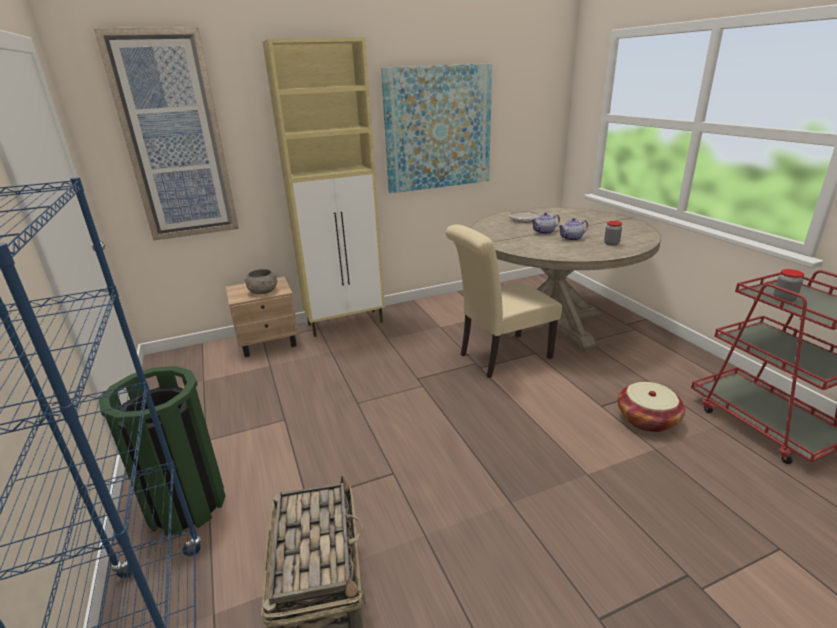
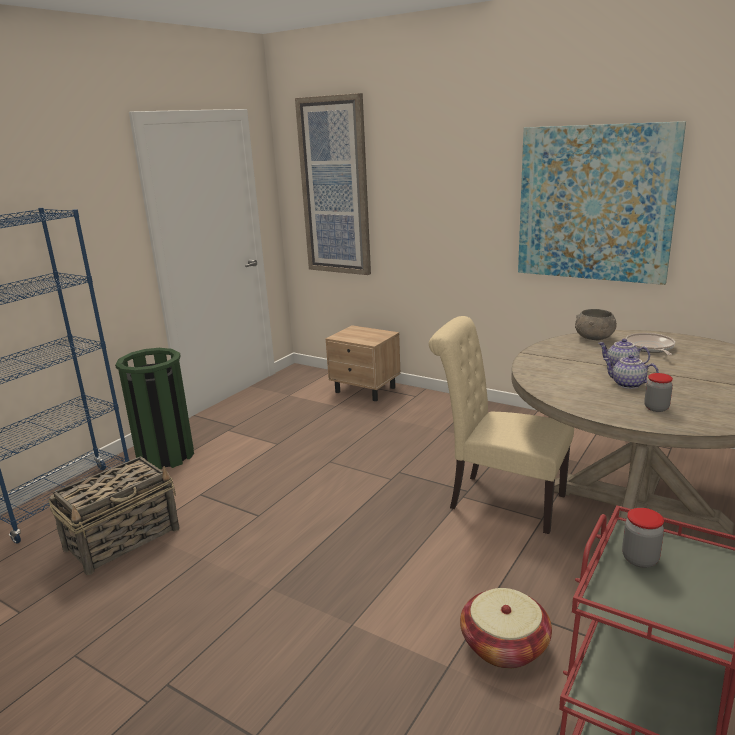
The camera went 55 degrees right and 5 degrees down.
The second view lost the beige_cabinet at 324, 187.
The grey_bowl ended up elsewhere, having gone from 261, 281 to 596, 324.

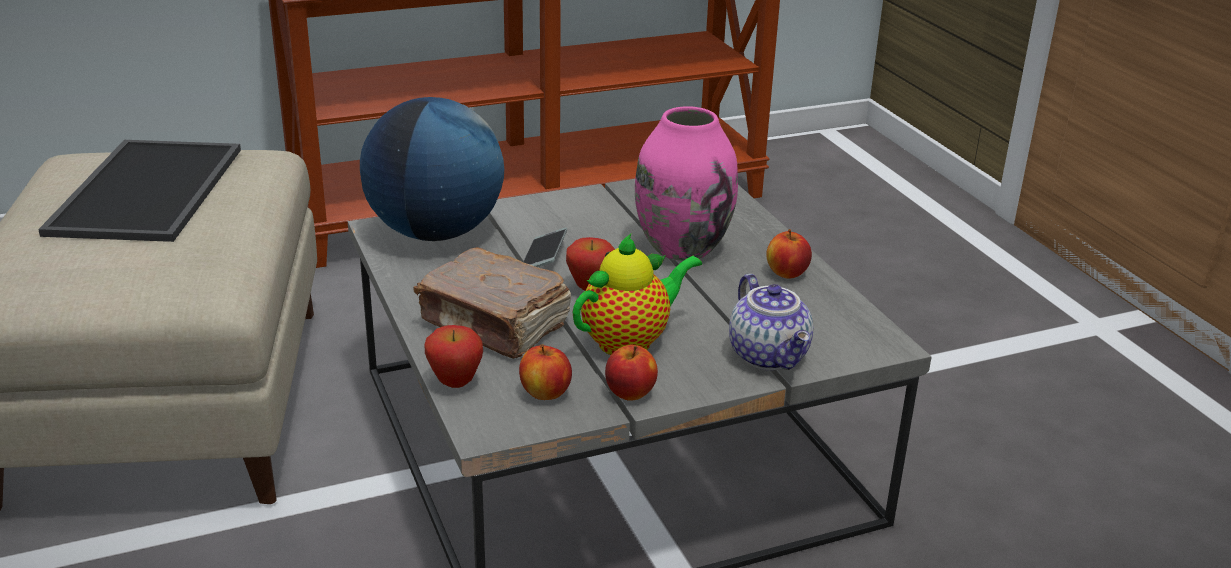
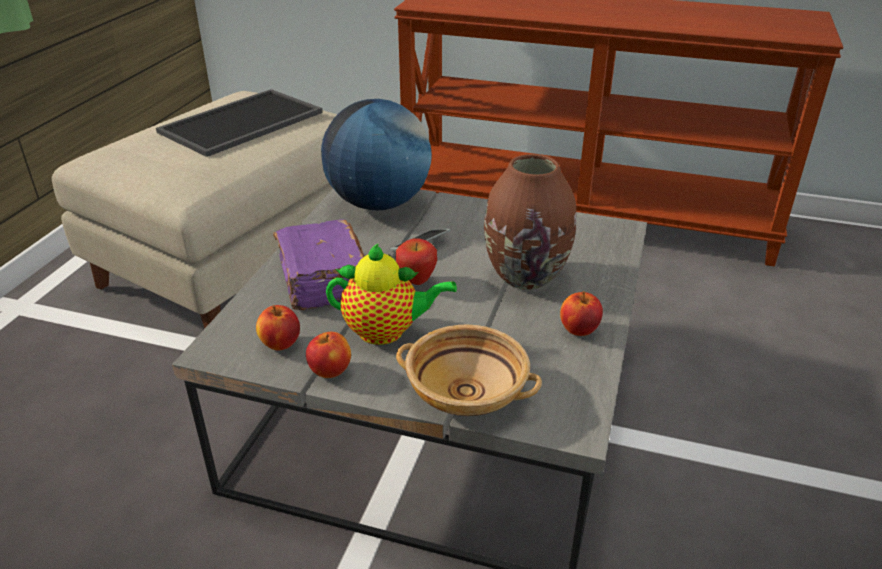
The camera went 40 degrees right and 5 degrees up.
What was the pink_vase at 686, 183 turned into the brown_vase at 530, 222.
What was the brown_book at 492, 303 turned into the purple_book at 319, 264.
Where the teapot stood at 771, 322, the beige_bowl came to stand at 469, 370.
The second view lost the apple at 454, 356.

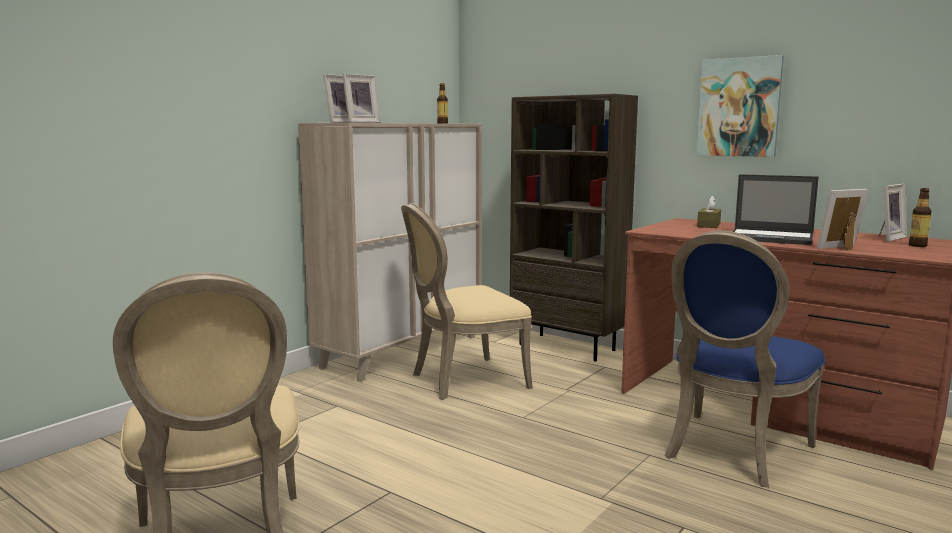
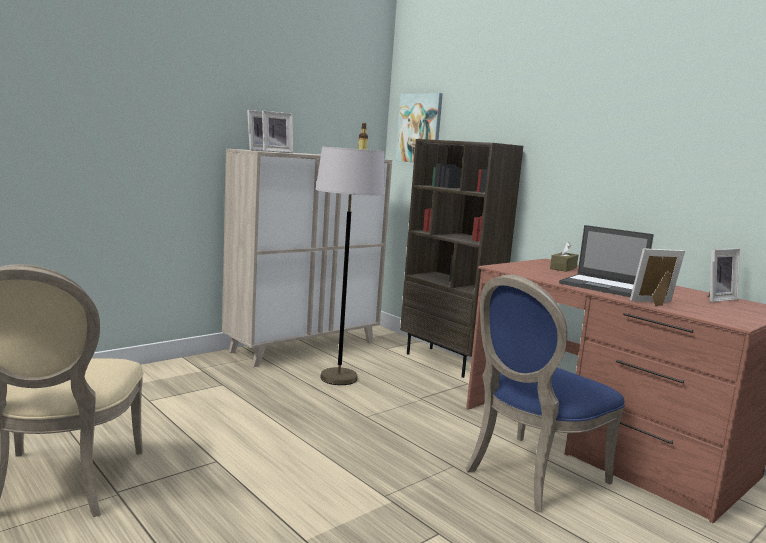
The camera went 10 degrees right and 0 degrees up.
The picture ended up elsewhere, having gone from 740, 106 to 419, 127.
The second view lost the bottle at 920, 217.
Where the beige_chair stood at 467, 301, the grey_floor_lamp came to stand at 350, 266.

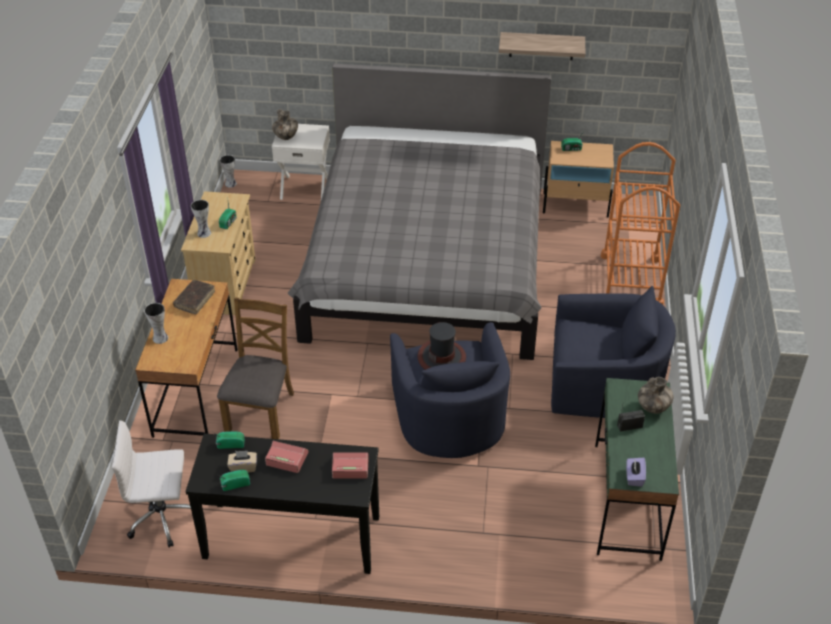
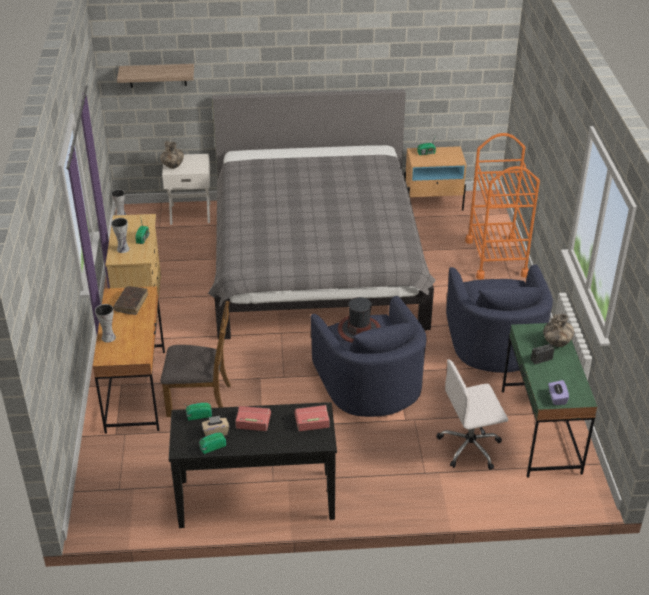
The camera went 10 degrees left and 5 degrees down.
The shelf ended up elsewhere, having gone from 542, 46 to 155, 76.
The blue_armchair at 613, 352 ended up facing another way, 90 degrees clockwise from before.
The brown_chair at 255, 368 ended up facing another way, 90 degrees clockwise from before.
The white_office_chair ended up elsewhere, having gone from 151, 484 to 472, 414.

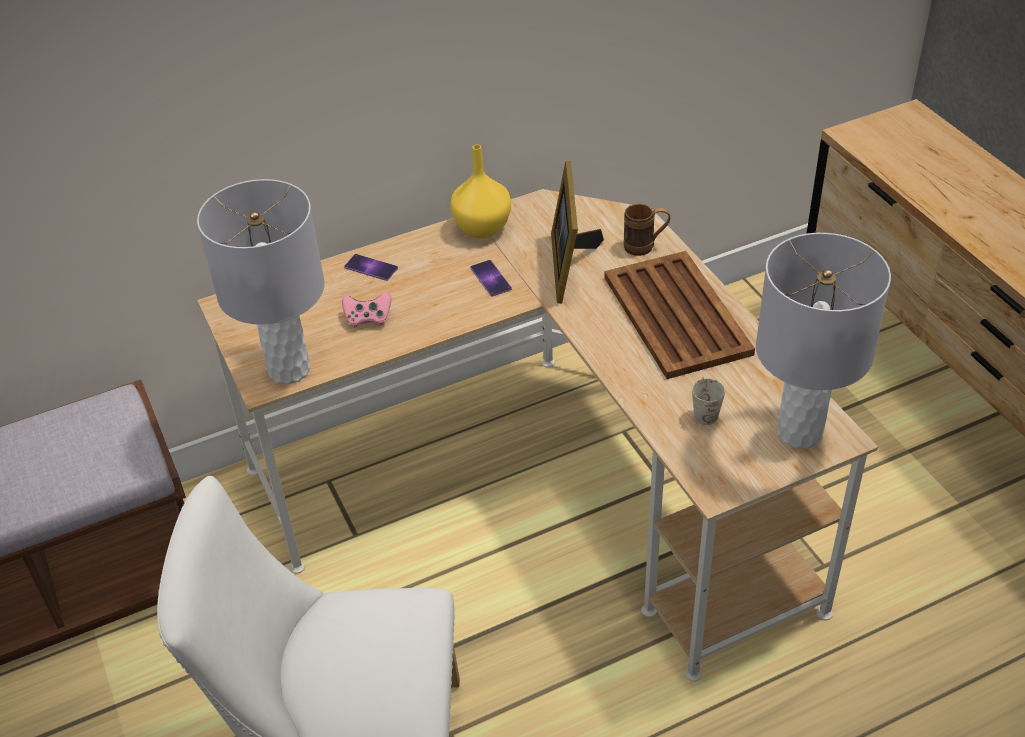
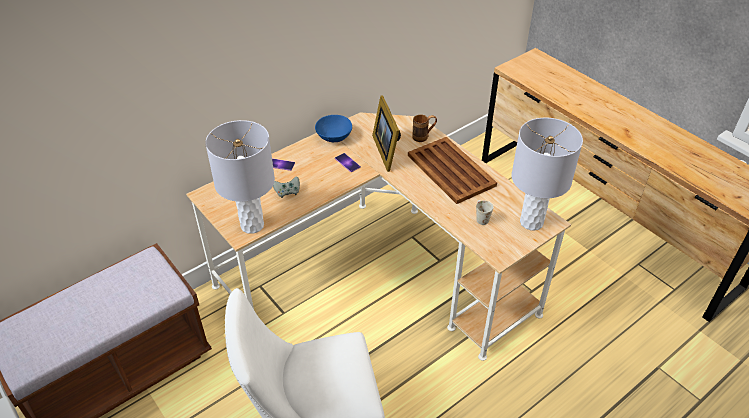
The camera went 15 degrees left and 0 degrees up.
Where the yellow_vase stood at 481, 191, the blue_bowl came to stand at 333, 128.
What was the pink_game_controller at 366, 310 turned into the grey_game_controller at 286, 187.

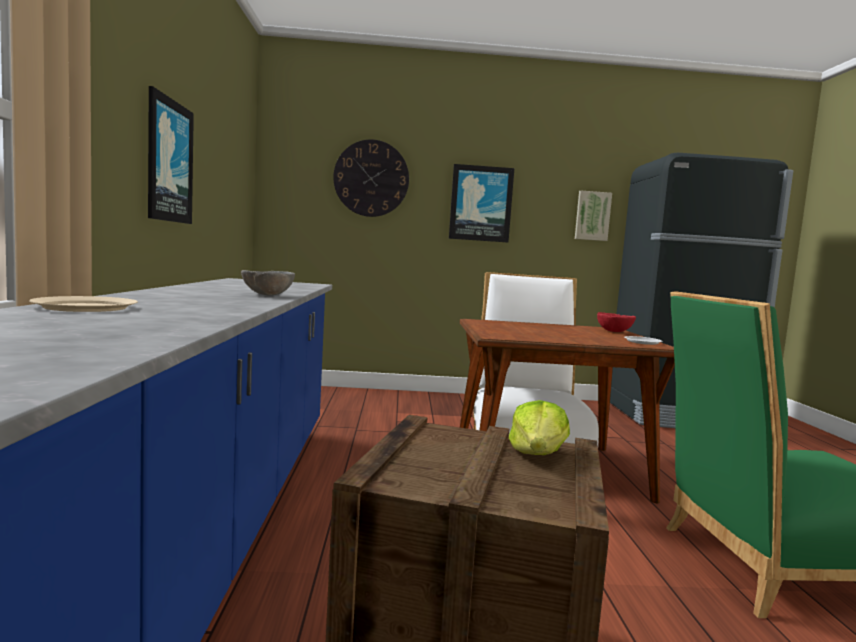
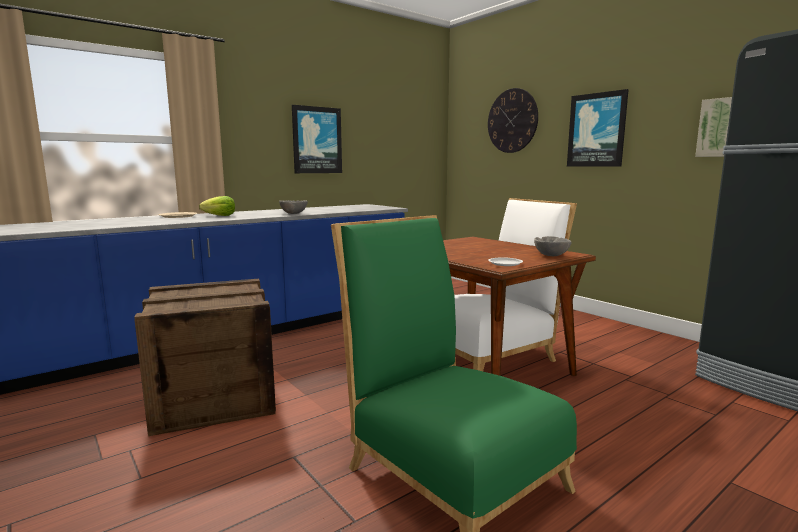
The camera went 55 degrees right and 5 degrees up.
What was the red_bowl at 616, 322 turned into the grey_bowl at 553, 246.
The lettuce ended up elsewhere, having gone from 539, 427 to 217, 206.

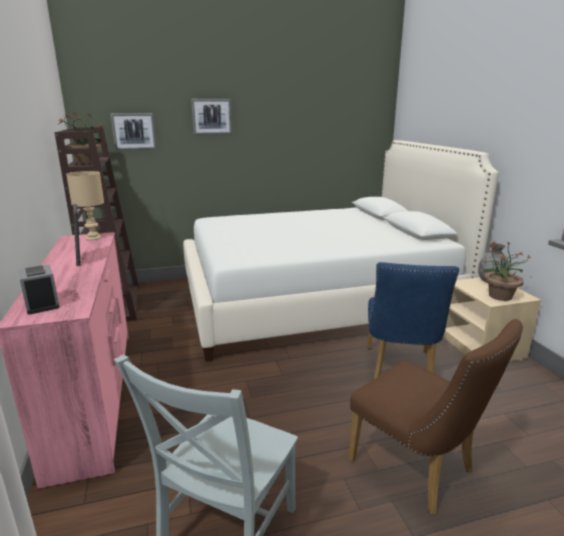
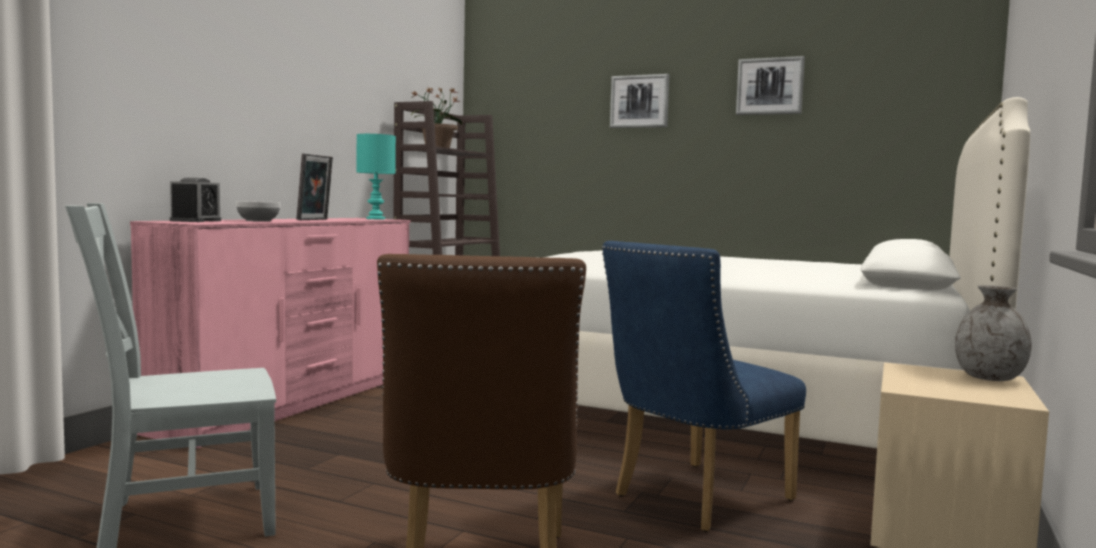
The camera went 40 degrees right and 15 degrees down.
The picture ended up elsewhere, having gone from 133, 131 to 770, 85.
What was the beige_table_lamp at 85, 205 turned into the turquoise_table_lamp at 376, 176.
The second view lost the potted_plant at 505, 271.
The second view gained the bowl at 258, 211.

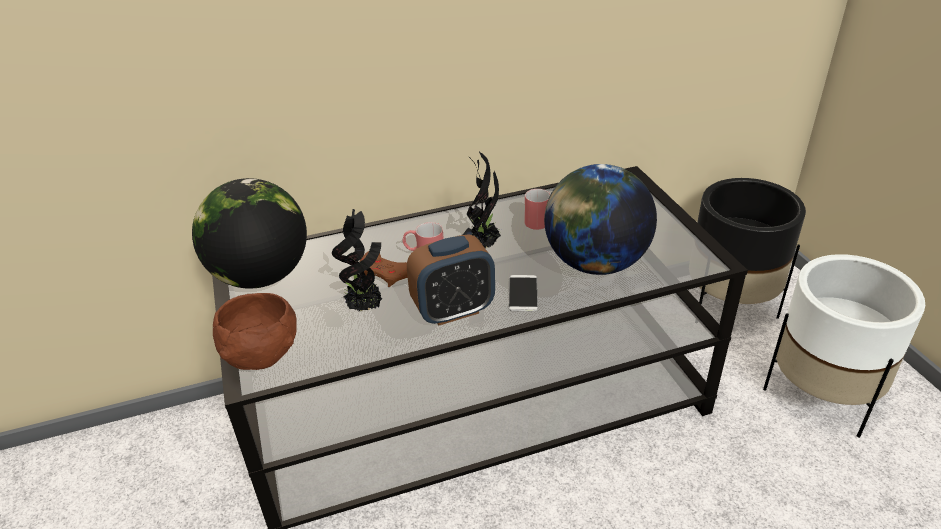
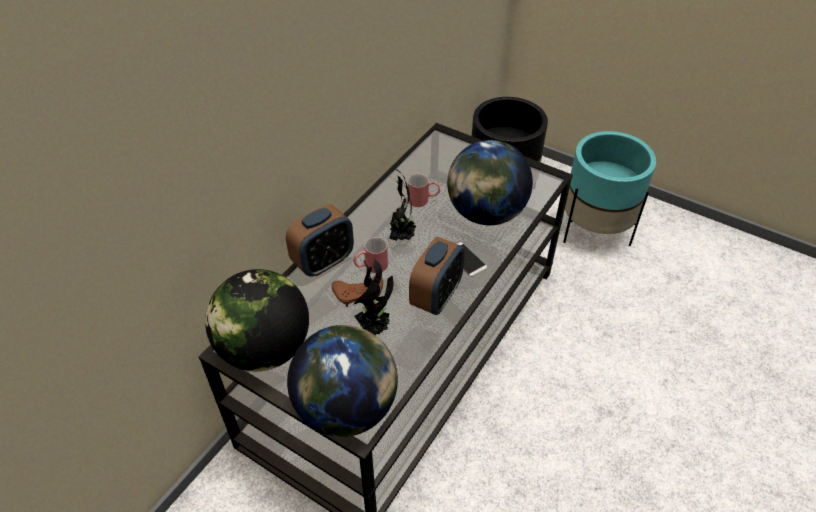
The camera went 40 degrees left and 10 degrees up.
What was the white_planter at 844, 346 turned into the turquoise_planter at 609, 188.
Where the brown_bowl stood at 255, 331, the globe came to stand at 342, 381.
The second view gained the alarm_clock at 320, 240.

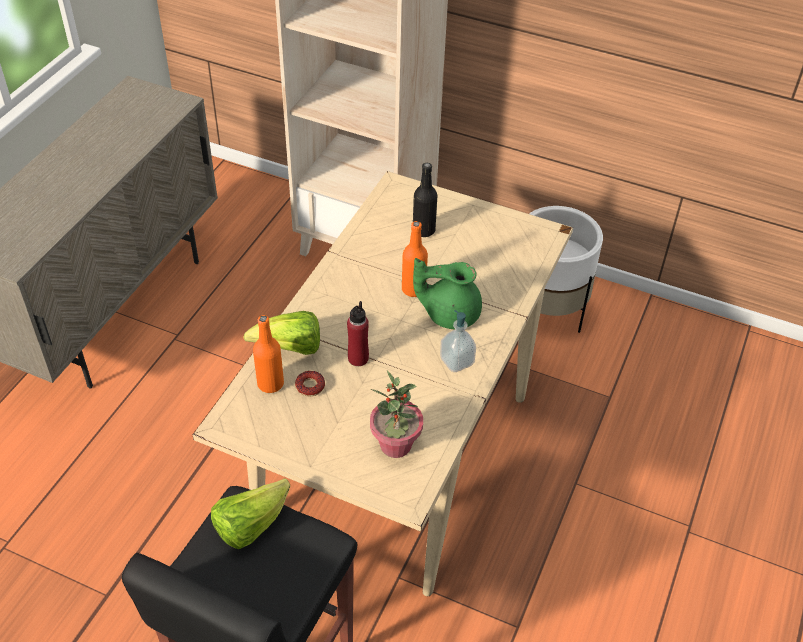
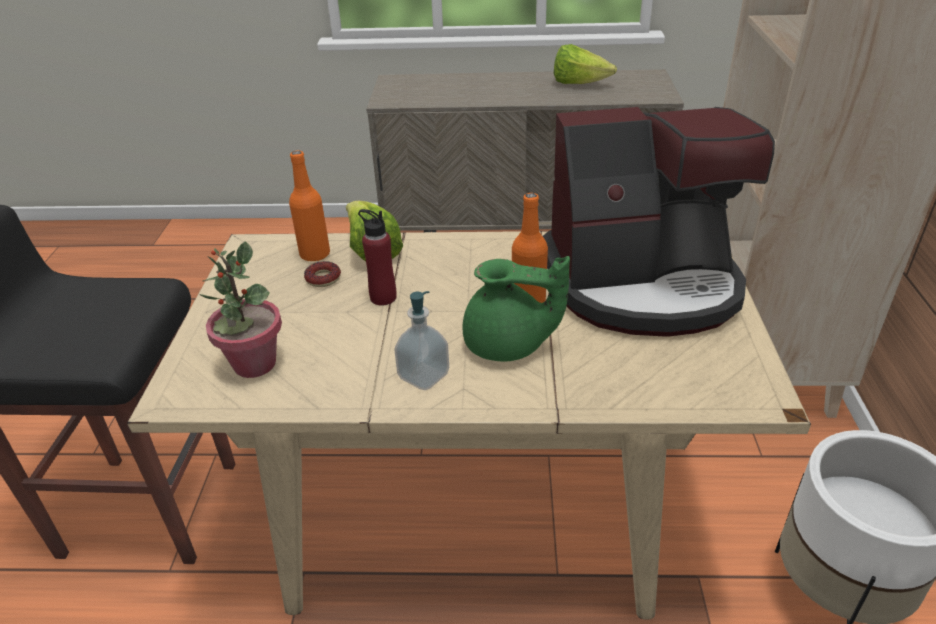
The camera went 70 degrees right and 10 degrees down.
Where the black_bottle stood at 425, 200, the coffee_machine came to stand at 659, 222.
The green_teapot at 447, 294 ended up facing another way, 120 degrees clockwise from before.
The lettuce ended up elsewhere, having gone from 250, 513 to 585, 64.

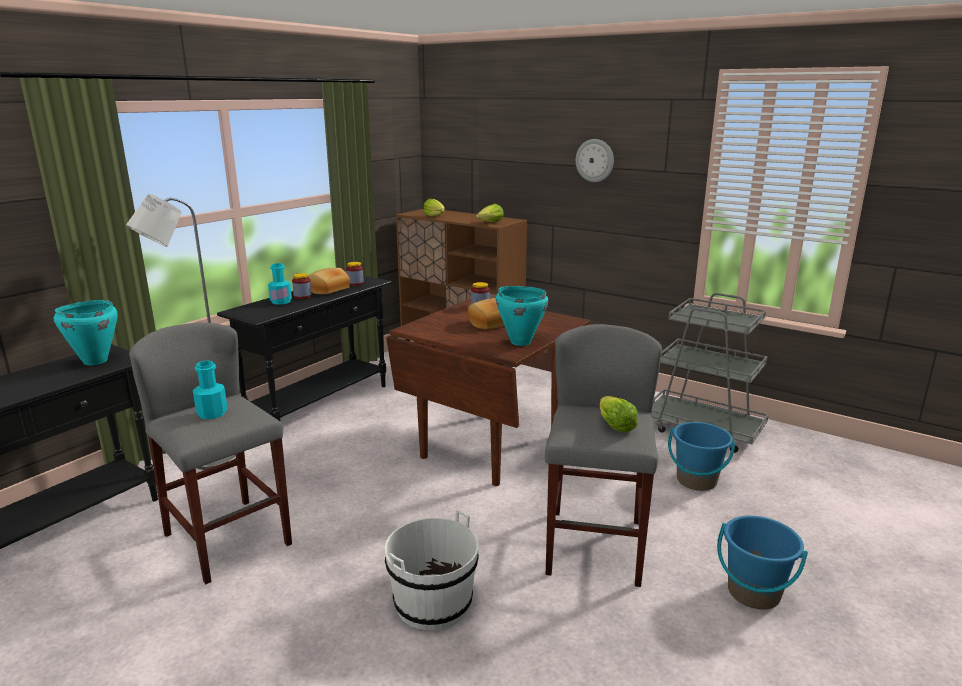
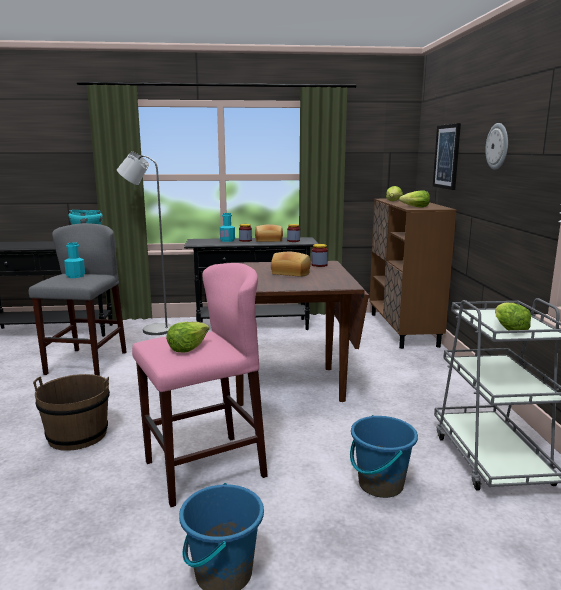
The camera went 50 degrees right and 5 degrees down.
The second view lost the turquoise_cooking_pot at 522, 316.
What was the grey_stool at 603, 455 turned into the pink_stool at 200, 385.
What was the white_bucket at 432, 570 turned into the brown_bucket at 71, 412.
The second view gained the picture at 447, 156.
The second view gained the lettuce at 513, 316.

